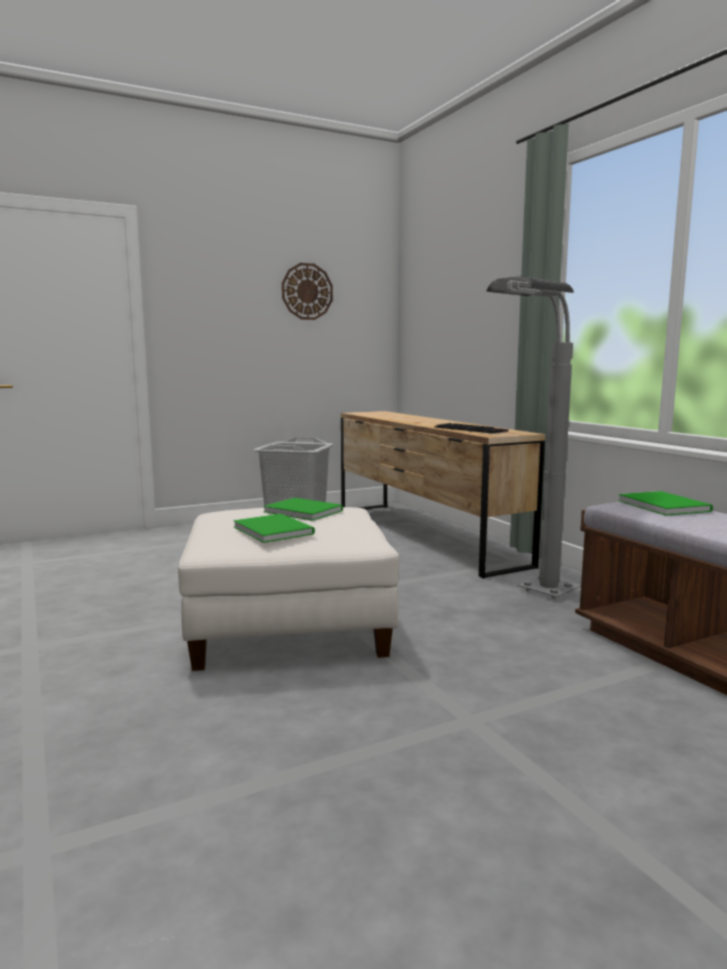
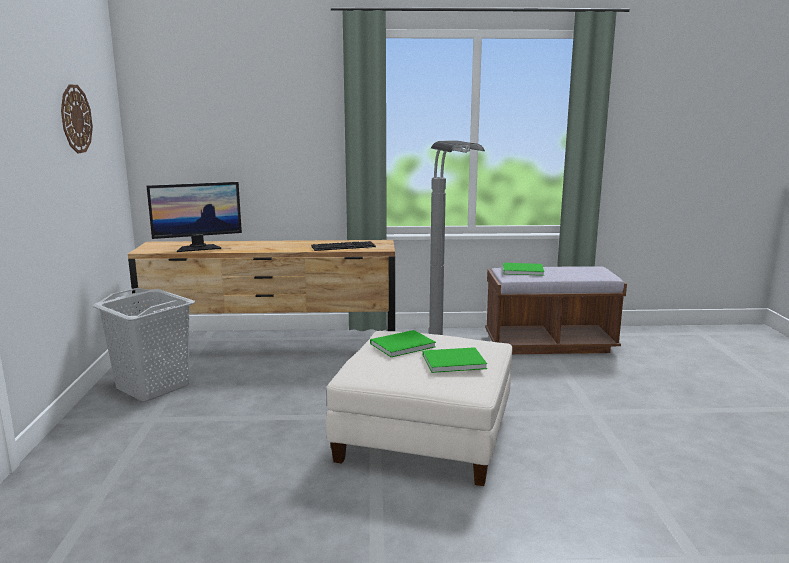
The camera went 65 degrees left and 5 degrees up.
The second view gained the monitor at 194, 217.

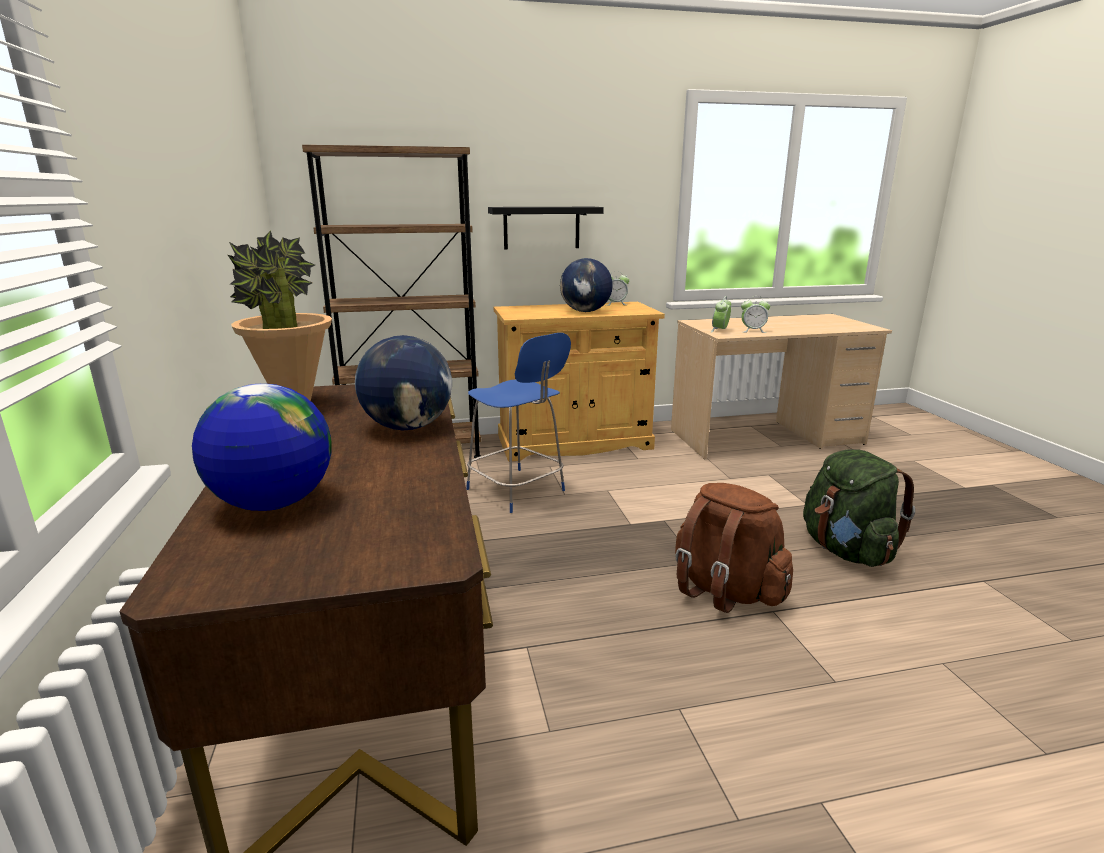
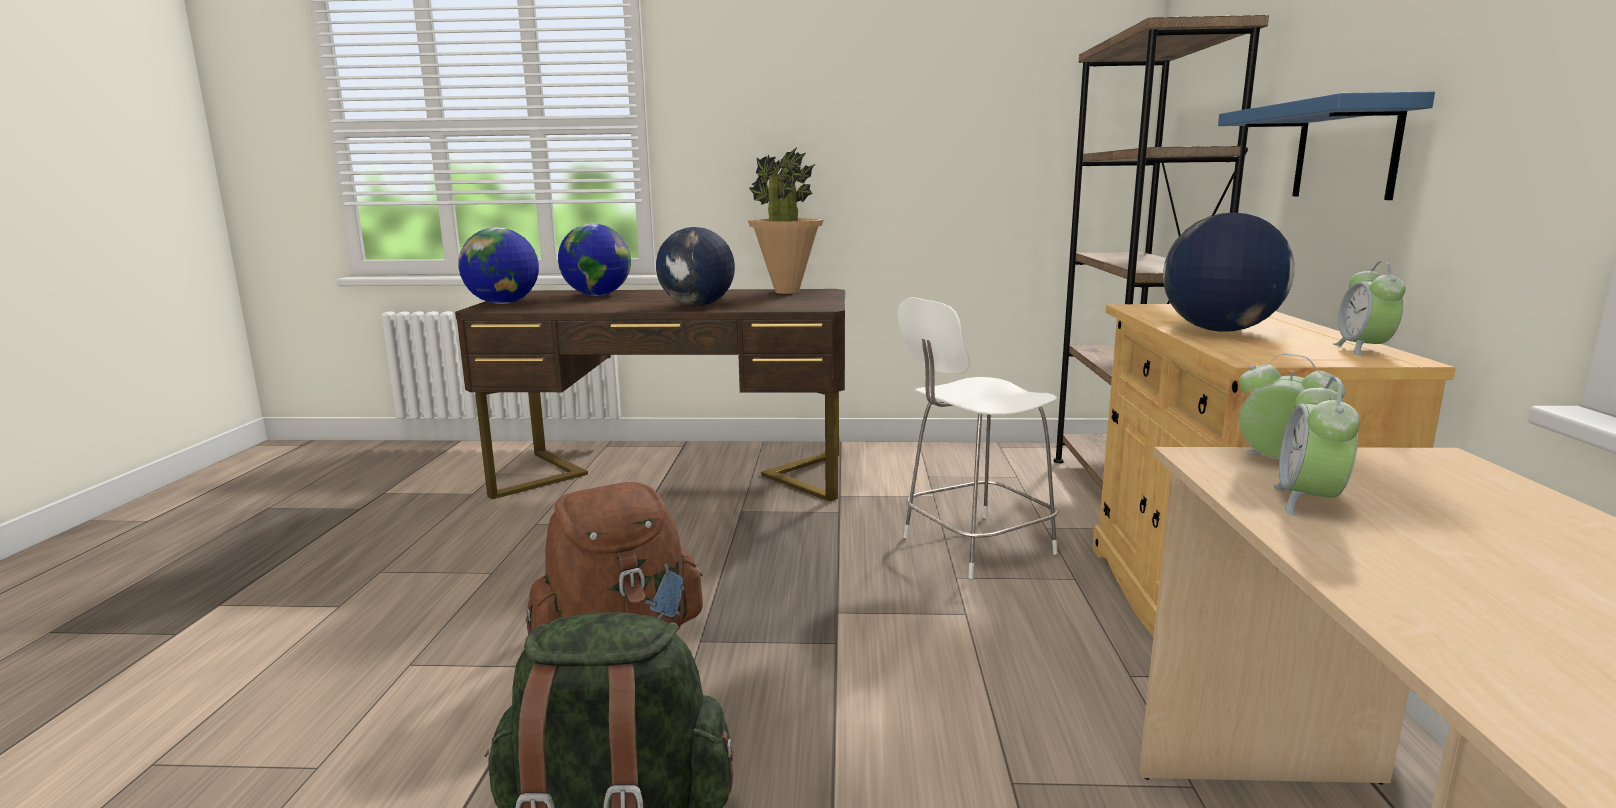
The camera went 105 degrees right and 5 degrees down.
What was the black_shelf at 546, 228 turned into the blue_shelf at 1326, 145.
What was the blue_chair at 518, 423 turned into the white_chair at 978, 438.
The second view gained the globe at 498, 265.

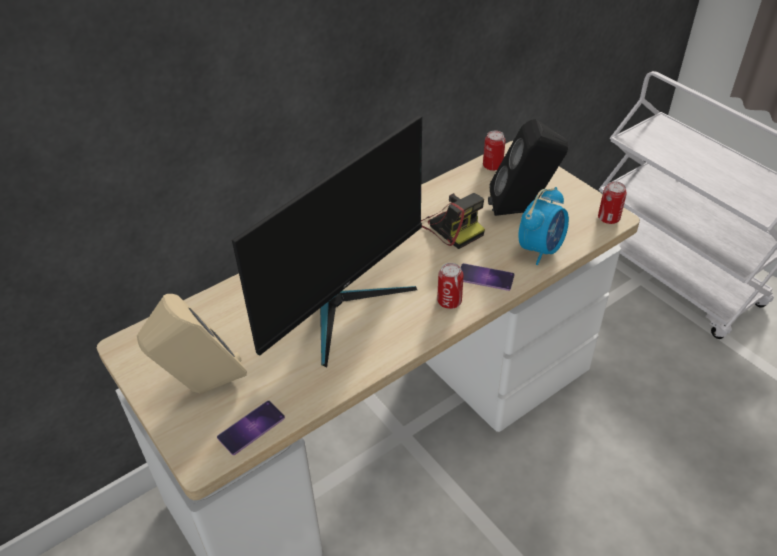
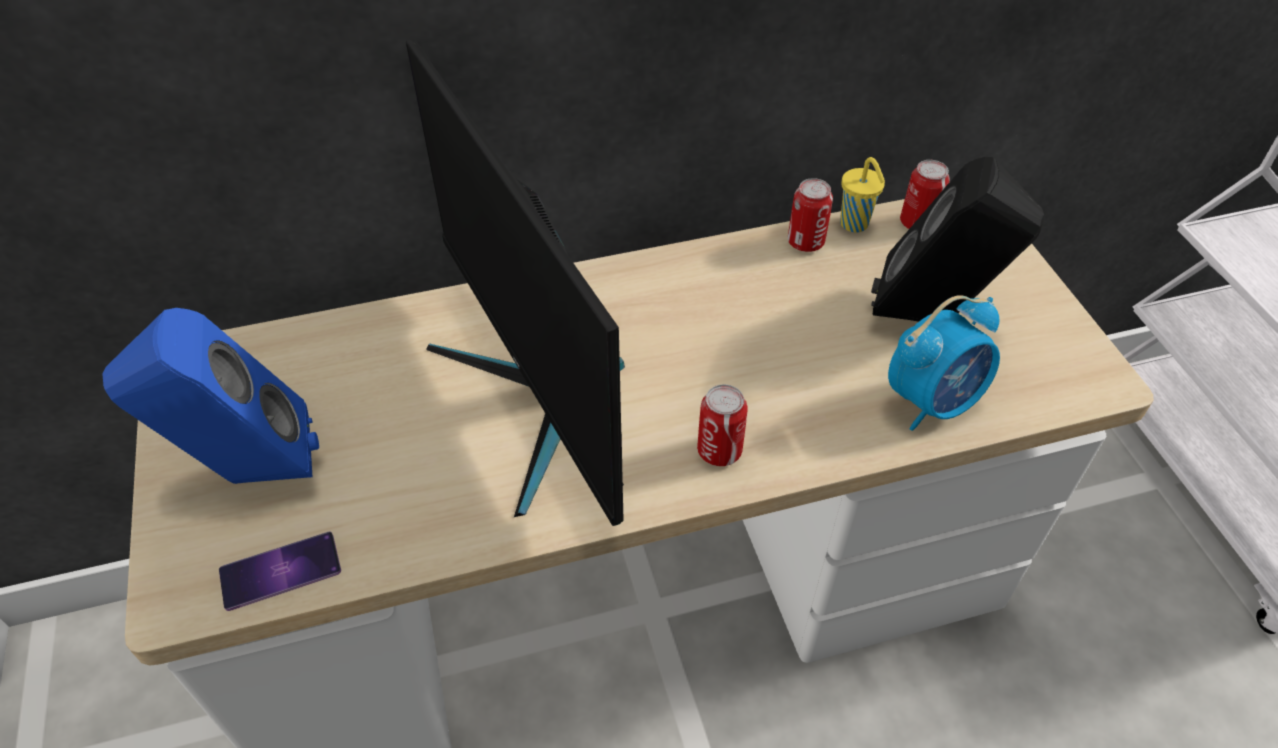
The camera went 20 degrees right and 5 degrees up.
The monitor at 327, 241 ended up facing another way, 90 degrees clockwise from before.
The can ended up elsewhere, having gone from 612, 202 to 810, 215.
The second view lost the photo_camera at 453, 221.
The second view lost the phone at 488, 277.
What was the beige_speaker at 192, 344 turned into the blue_speaker at 211, 396.
The second view gained the yellow_cup at 862, 194.

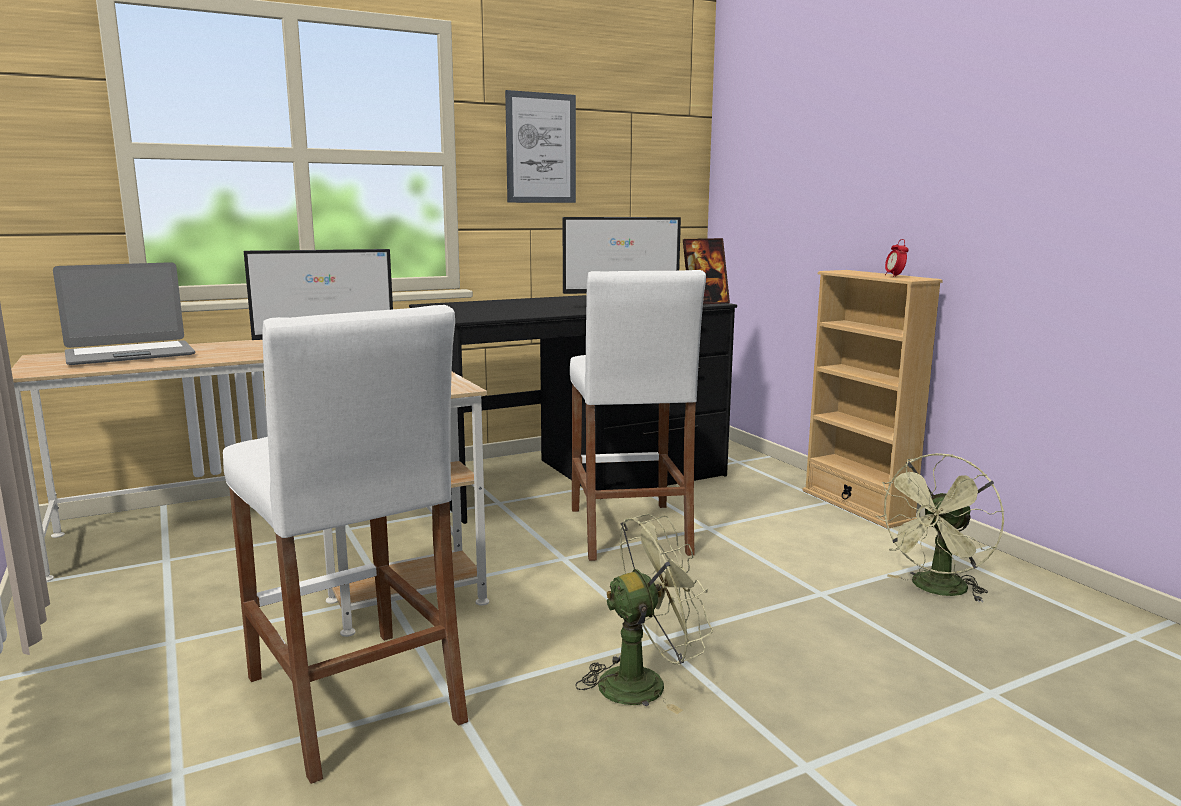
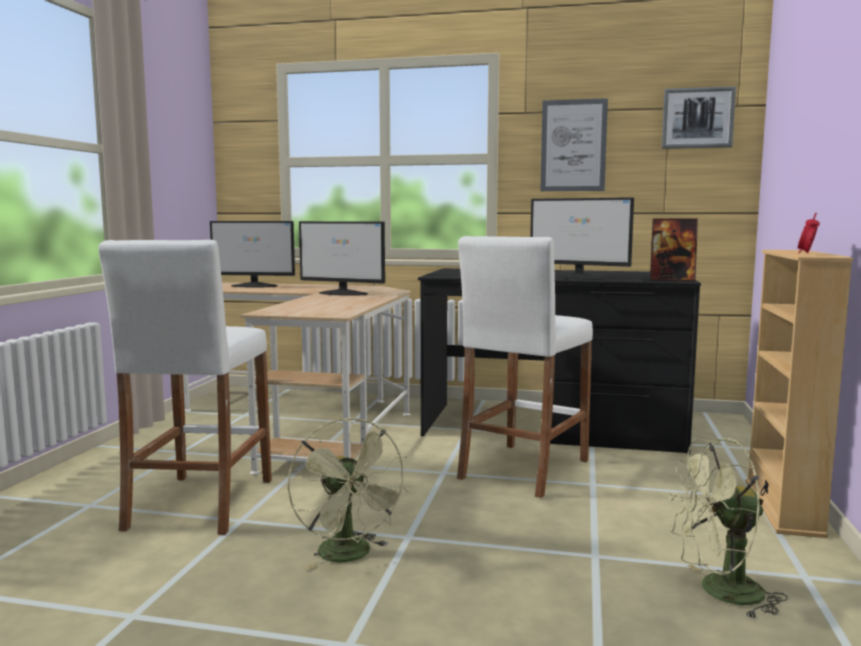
The camera went 40 degrees right and 5 degrees down.
Where the laptop stood at 124, 313, the monitor came to stand at 252, 254.
The green_fan at 644, 614 ended up facing another way, 45 degrees clockwise from before.
The second view gained the picture at 698, 117.

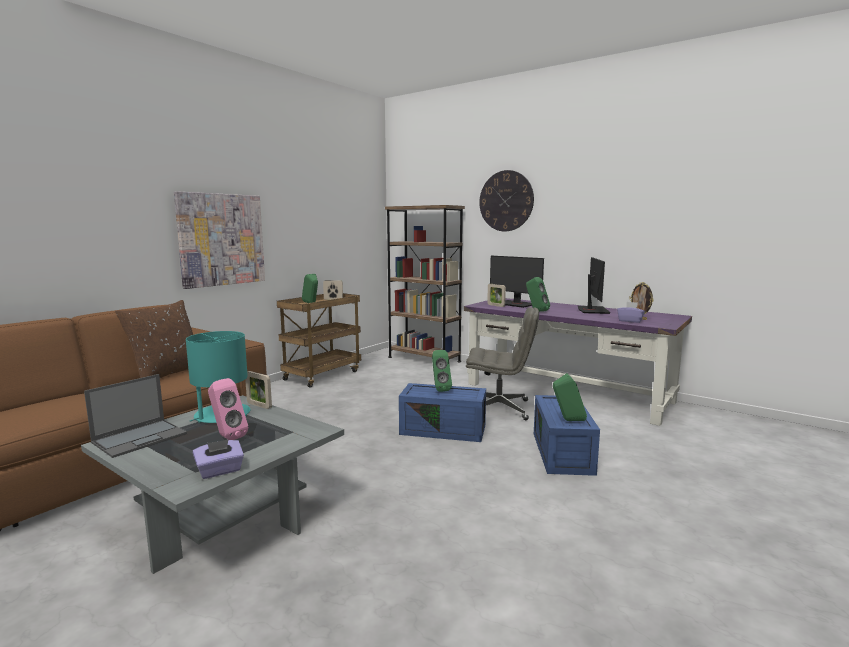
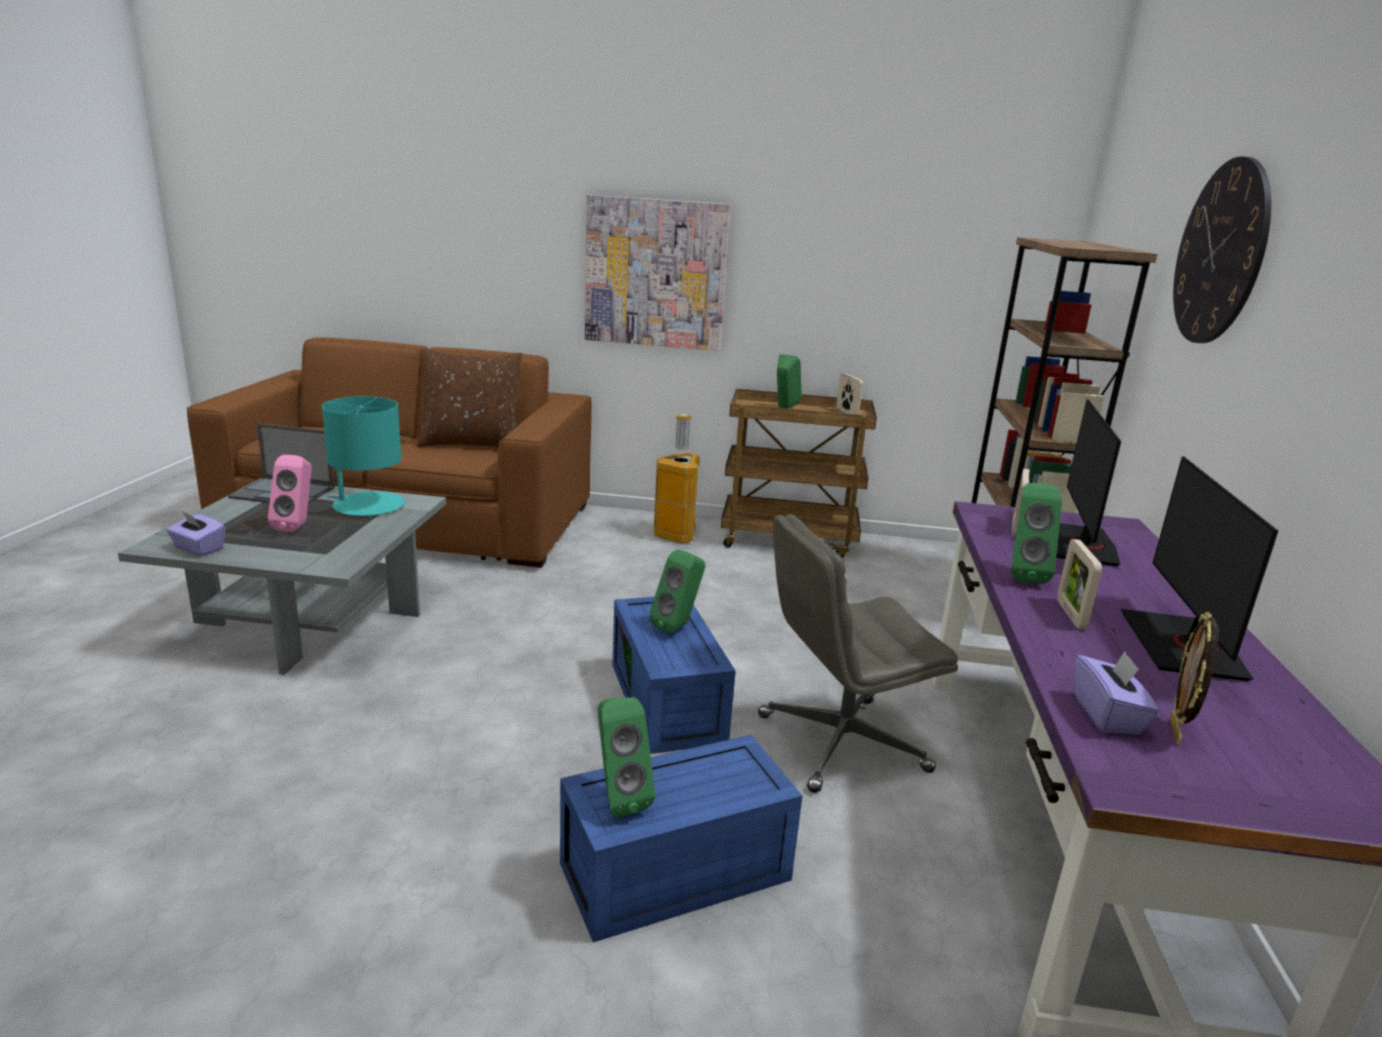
The camera went 60 degrees right and 10 degrees up.
The monitor at 594, 285 ended up facing another way, 120 degrees clockwise from before.
The grey_office_chair at 502, 363 ended up facing another way, 90 degrees clockwise from before.
The picture_frame ended up elsewhere, having gone from 258, 390 to 1079, 584.
The second view gained the trash_can at 677, 478.

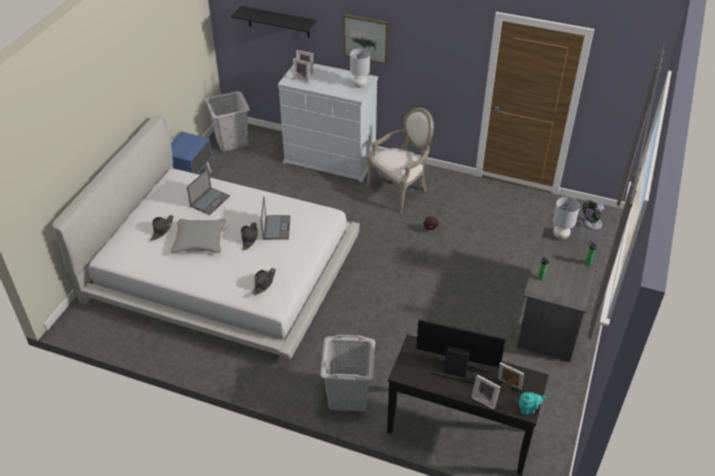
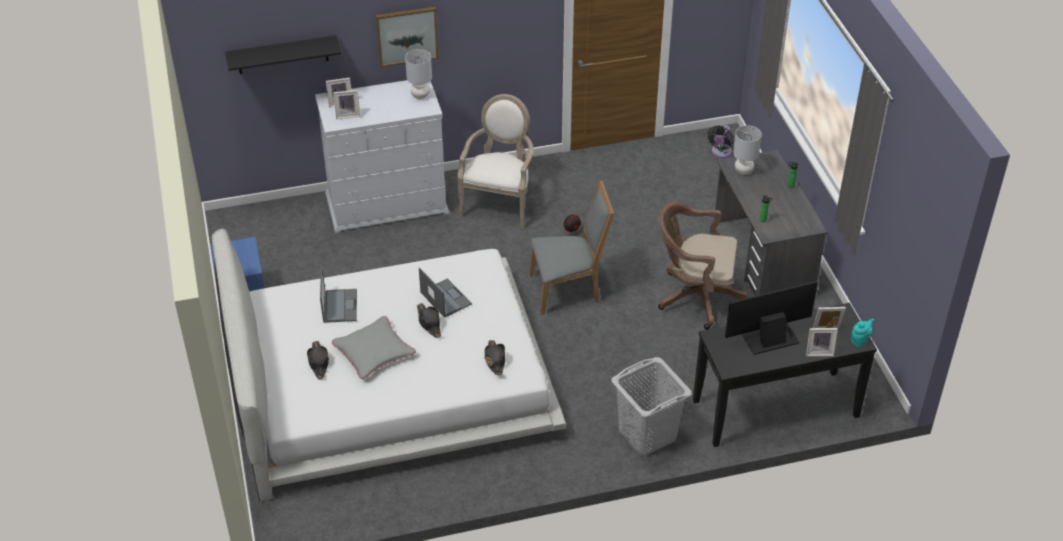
The camera went 35 degrees left and 0 degrees up.
The second view lost the grey_laundry_basket at 227, 121.
The second view gained the grey_chair at 571, 248.
The second view gained the brown_office_chair at 702, 266.

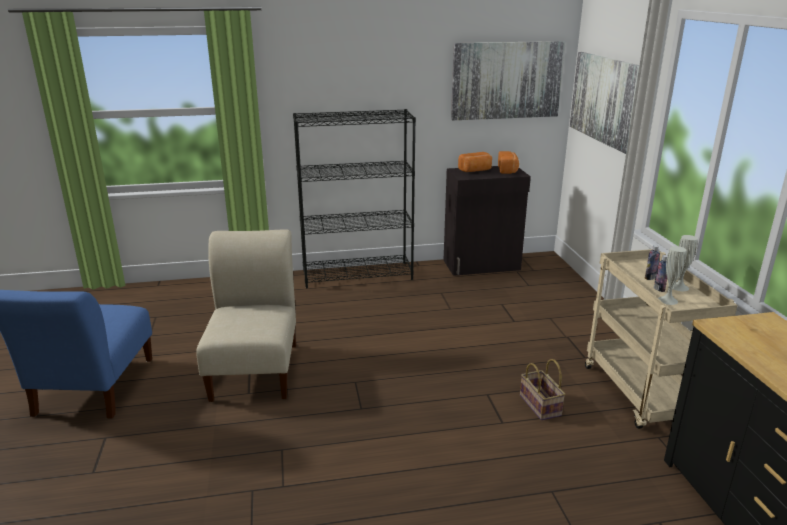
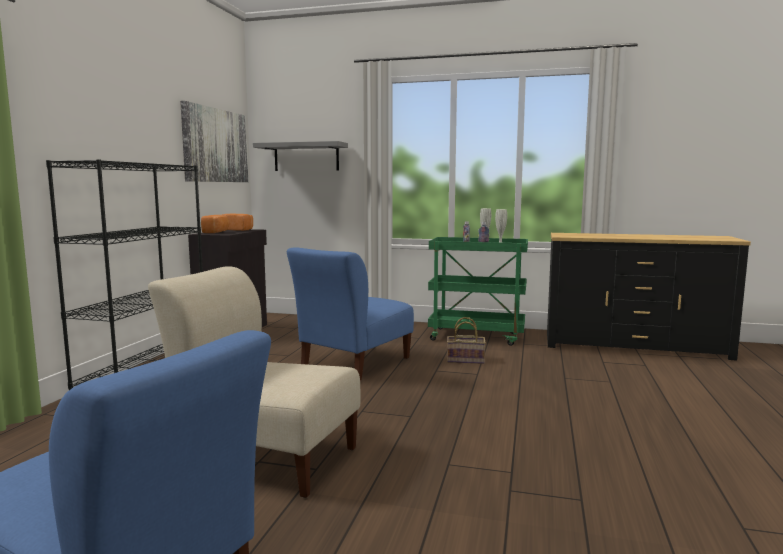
The camera went 65 degrees left and 15 degrees down.
Where the picture hung at 605, 103, the grey_shelf came to hang at 300, 156.
What was the beige_cart at 661, 339 turned into the green_cart at 478, 291.
The second view gained the blue_chair at 350, 314.

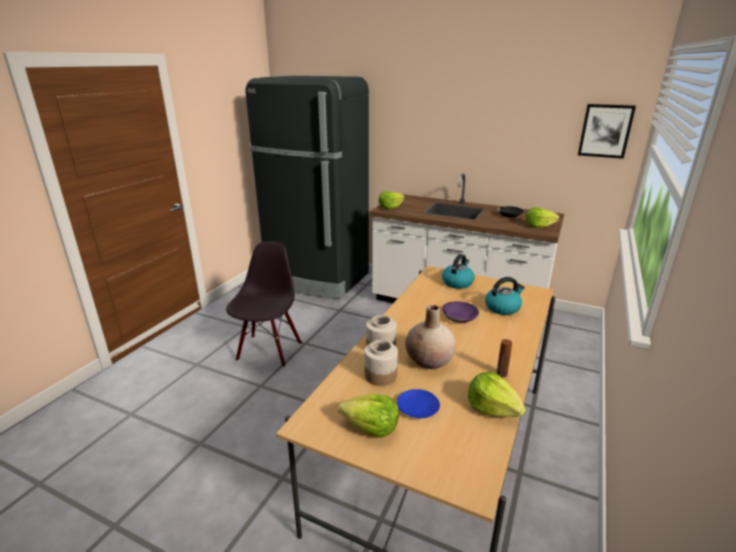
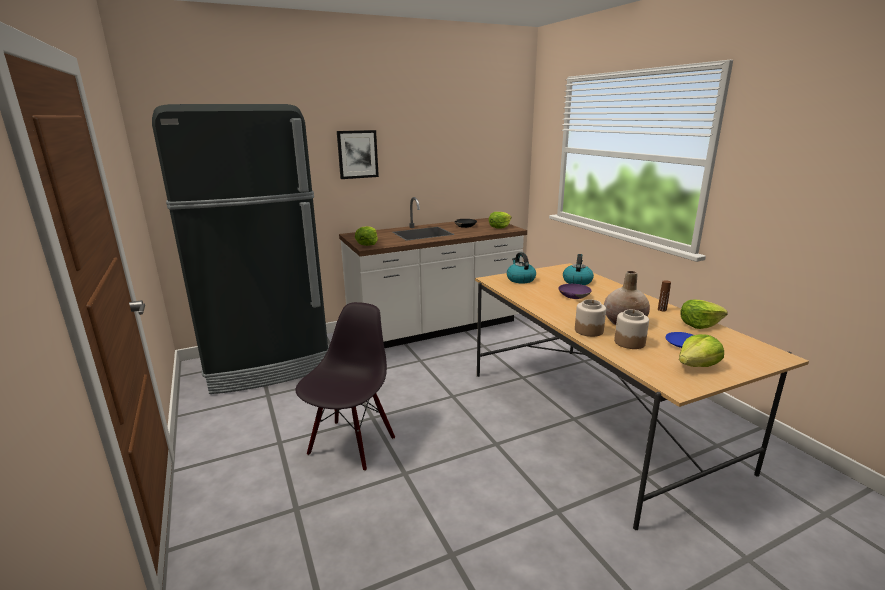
The camera went 50 degrees left and 5 degrees down.
The picture ended up elsewhere, having gone from 607, 131 to 358, 154.
The black_chair at 264, 304 ended up facing another way, 60 degrees clockwise from before.

